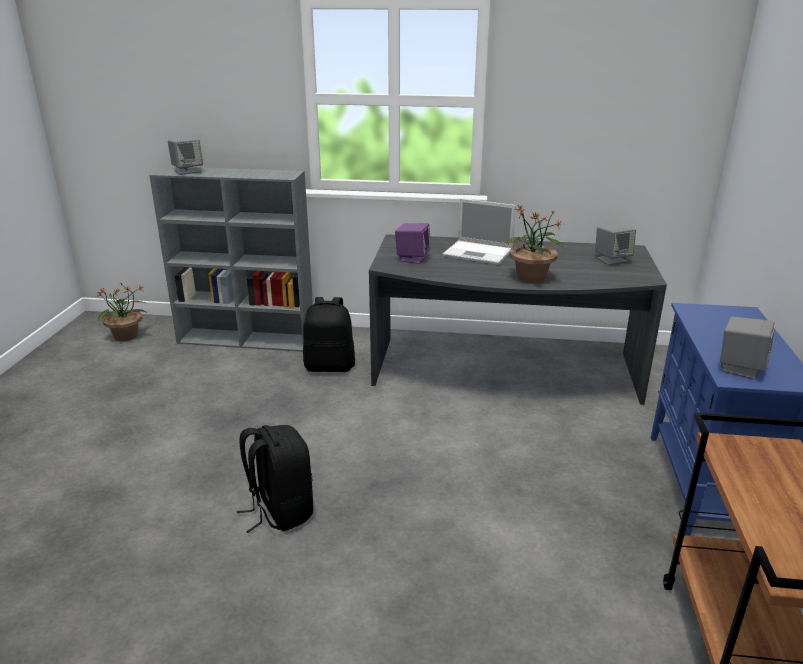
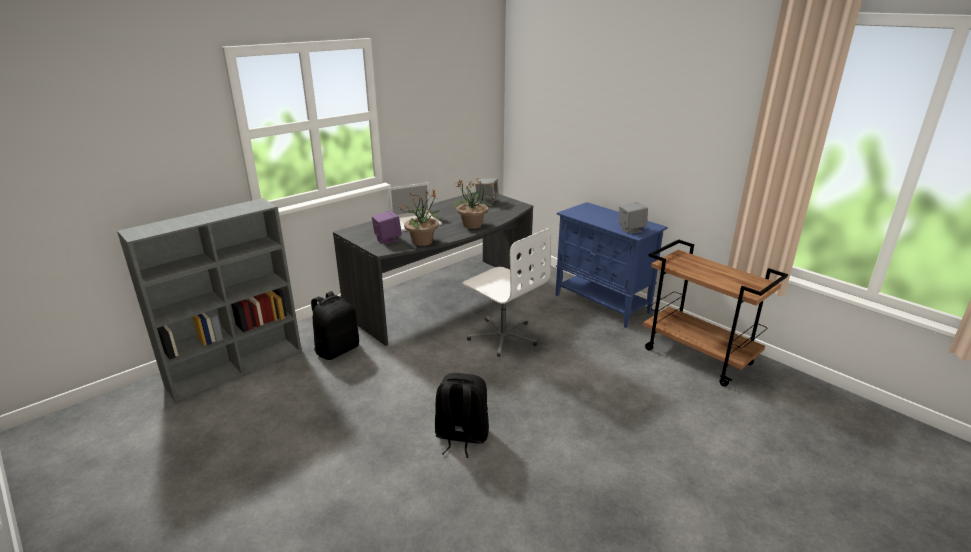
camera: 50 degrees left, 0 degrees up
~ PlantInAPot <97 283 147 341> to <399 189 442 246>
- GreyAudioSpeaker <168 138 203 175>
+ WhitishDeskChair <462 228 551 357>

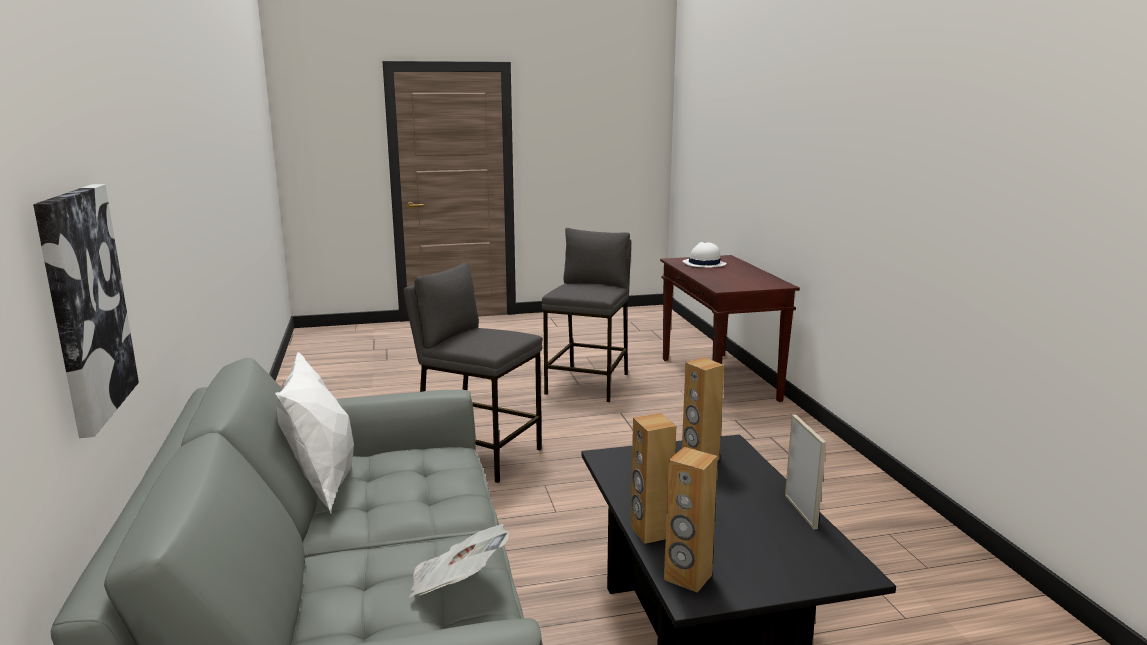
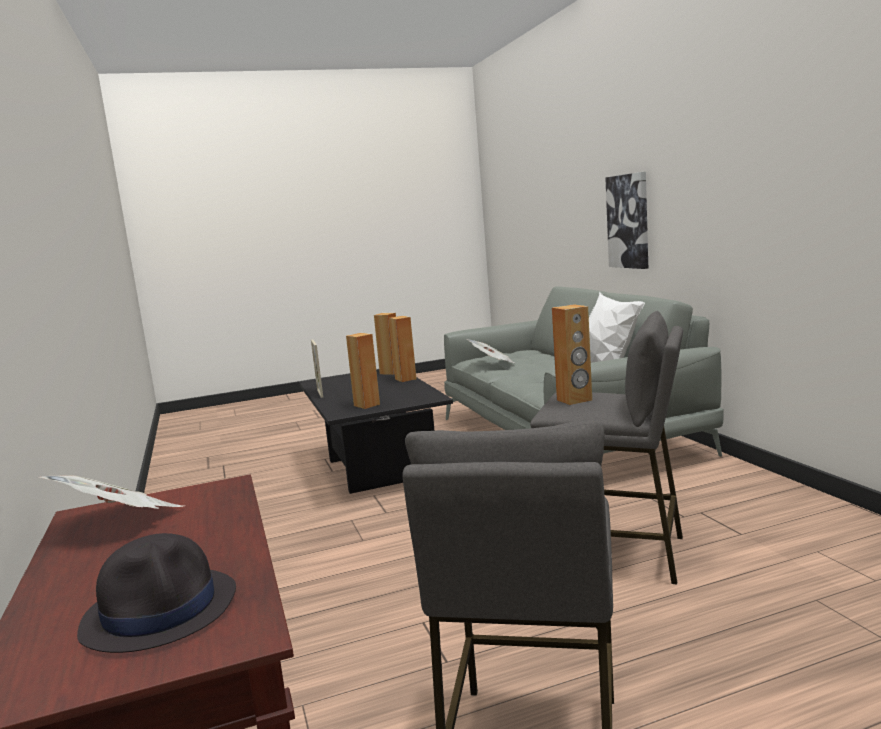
camera: 175 degrees right, 5 degrees down
~ WhitishWearableHat <683 242 727 267> to BlackColouredWearableHat <77 533 236 653>
+ Newspaper <39 475 185 509>
+ BrownColouredAudioSpeaker <552 304 592 405>

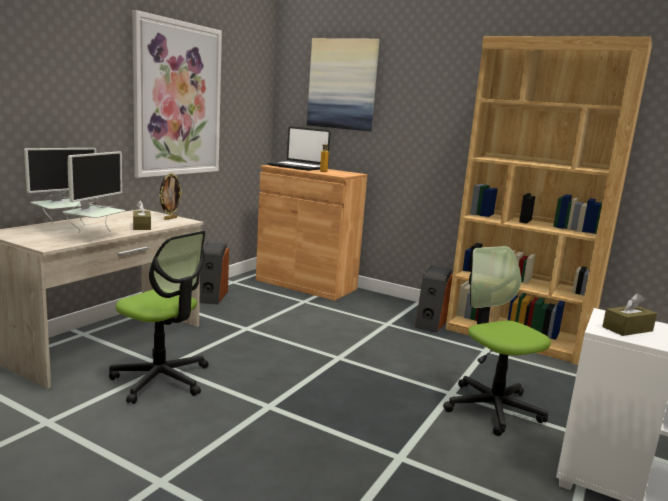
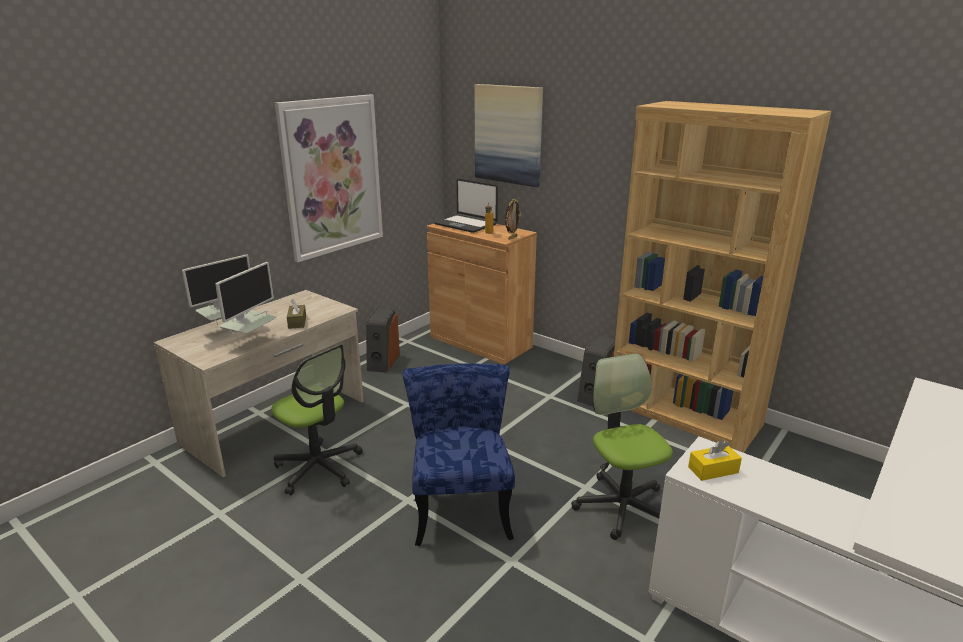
camera: 10 degrees right, 10 degrees up
~ StandingFrame <159 173 182 220> to <505 199 521 240>
~ BrownColouredTissueHolder <602 293 657 336> to YellowColouredTissueHolder <688 440 742 481>
+ BluePlainChair <403 363 515 546>

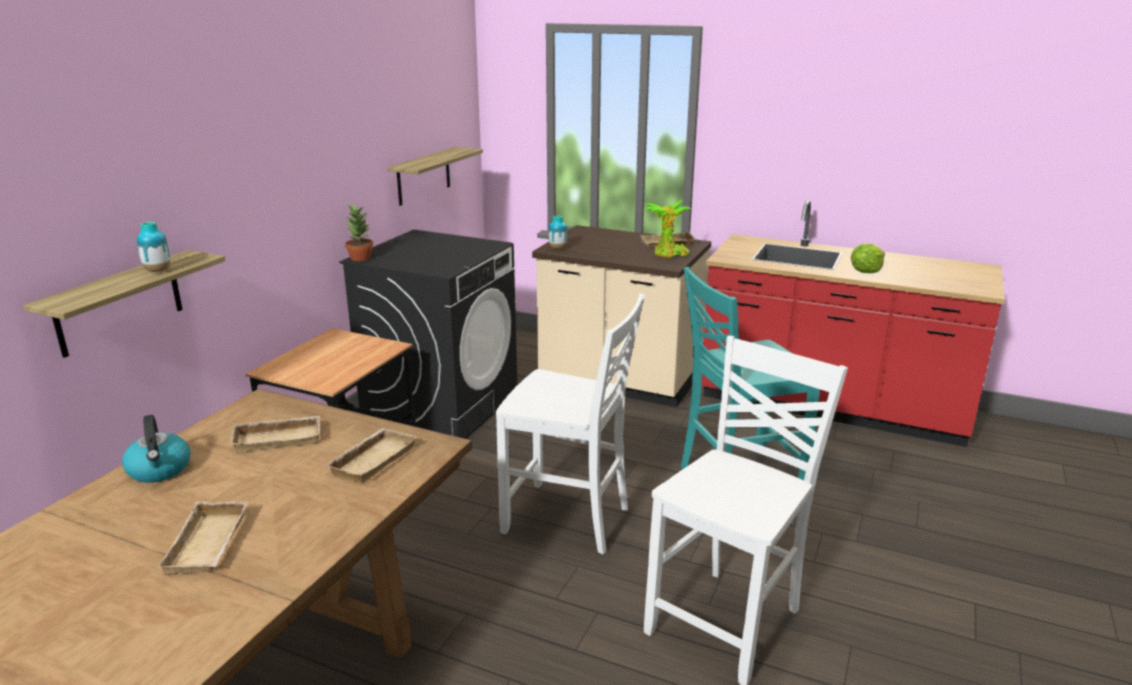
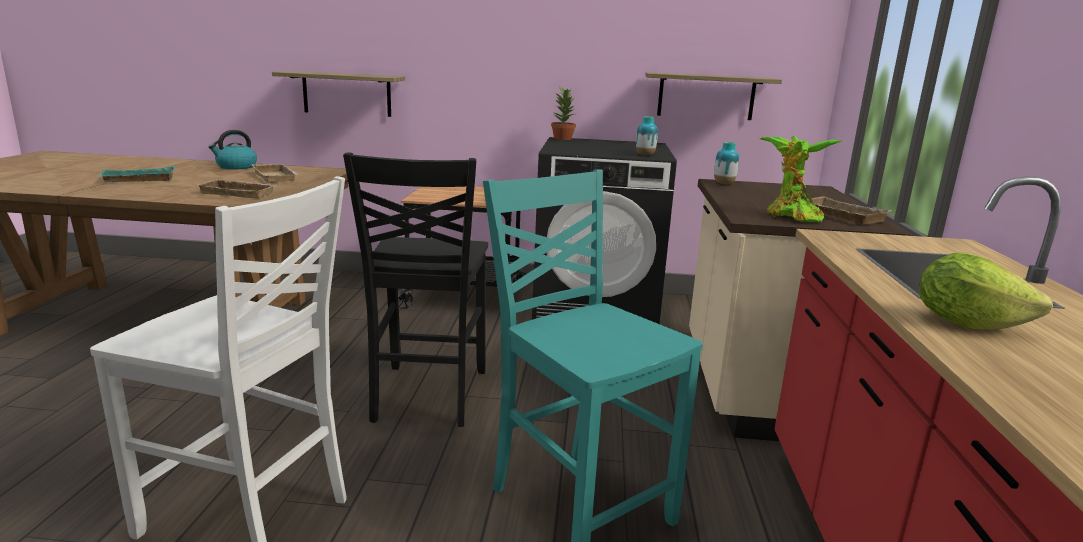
camera: 70 degrees right, 5 degrees down
~ Vase <137 222 170 272> to <636 117 658 155>
~ SandColouredServingTray <157 501 249 575> to TurquoiseServingTray <98 166 175 182>
~ WhitishPlainChair <496 293 645 554> to BlackColouredPlainChair <343 152 488 427>

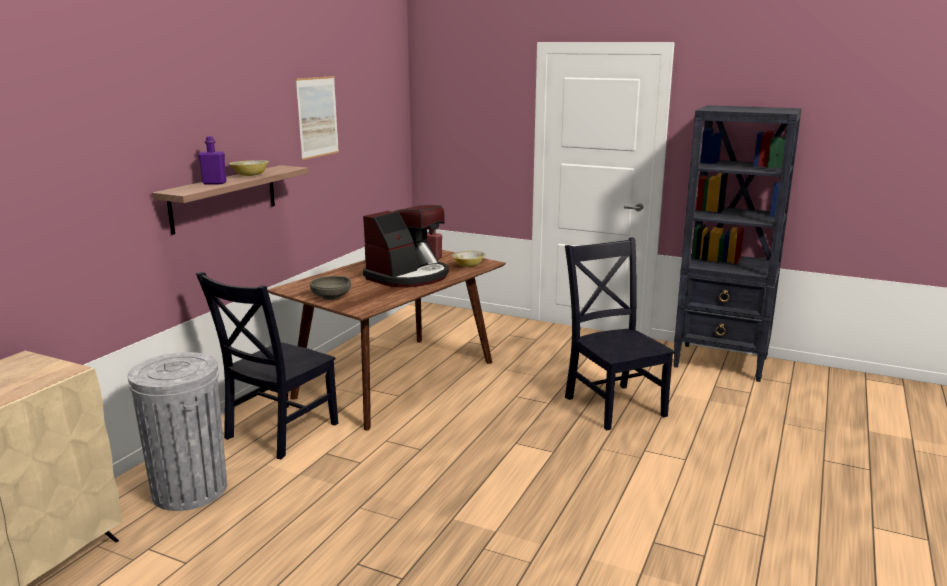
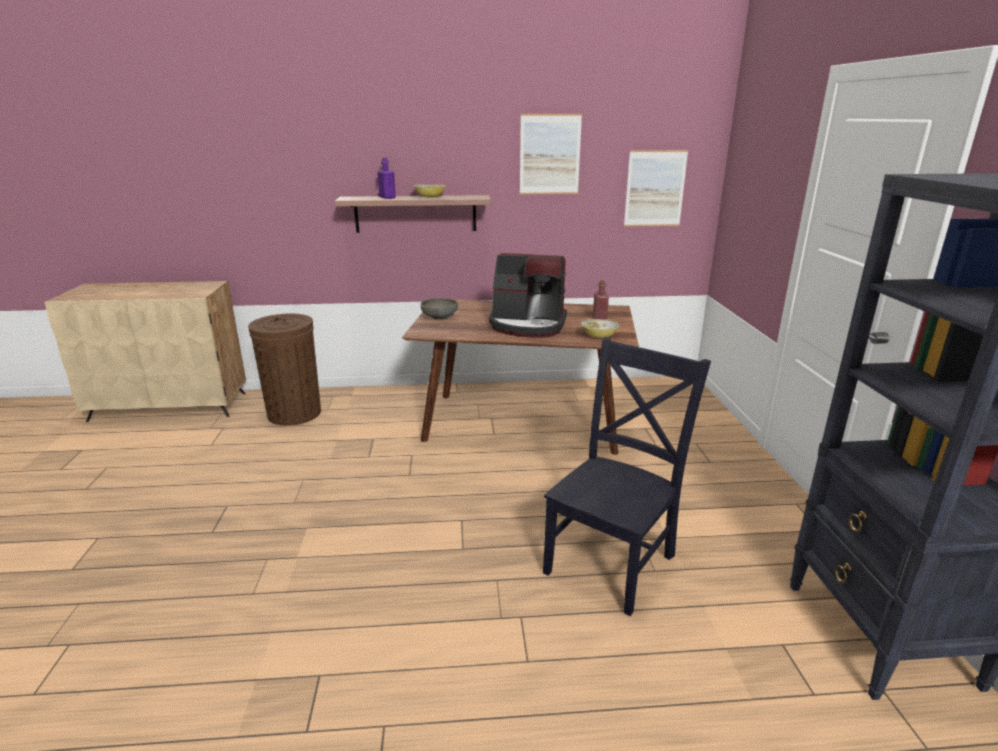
camera: 60 degrees right, 5 degrees up
~ GreyWasteBin <127 352 227 511> to BrownColouredWasteBin <248 314 321 426>
- BlackColouredPlainChair <196 272 338 459>
+ WallPicture <624 150 688 227>

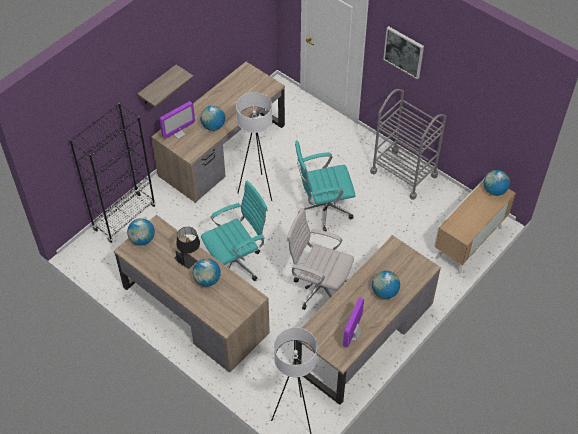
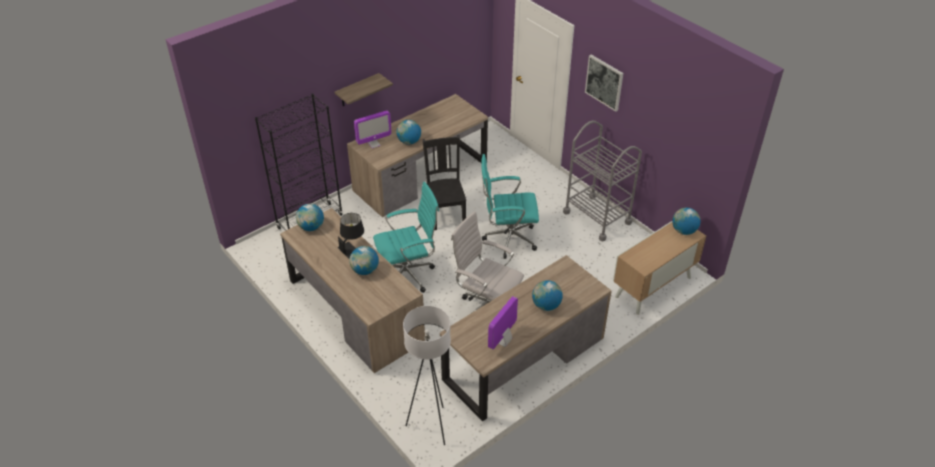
camera: 10 degrees right, 10 degrees down
~ WhitishFloorLamp <236 92 272 201> to BlackColouredPlainChair <422 135 466 230>

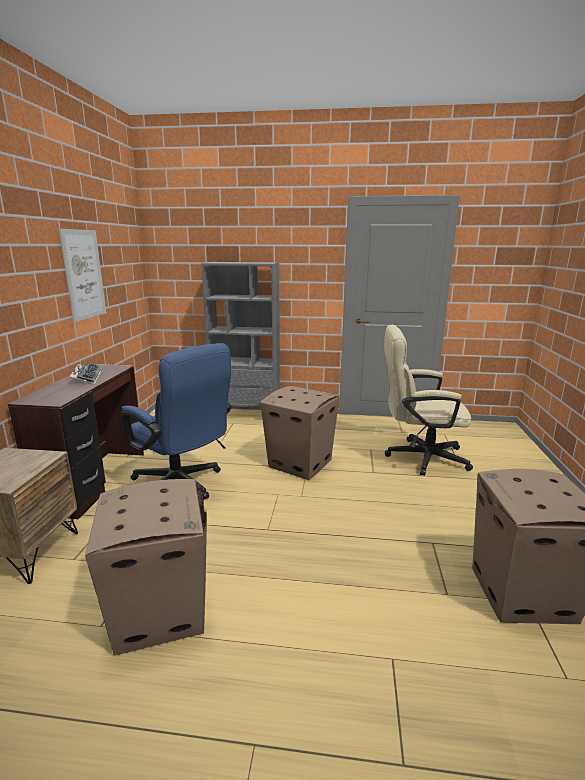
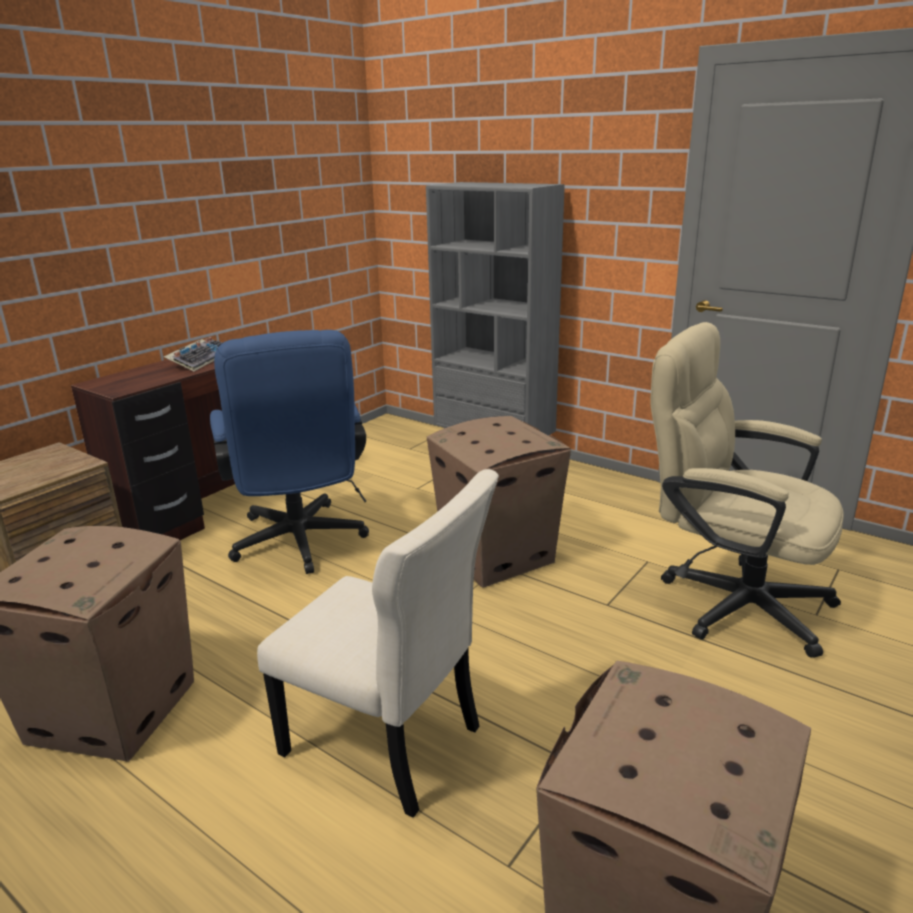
camera: 30 degrees right, 5 degrees up
- WallPicture <59 228 106 322>
+ SandColouredPlainChair <257 469 499 818>

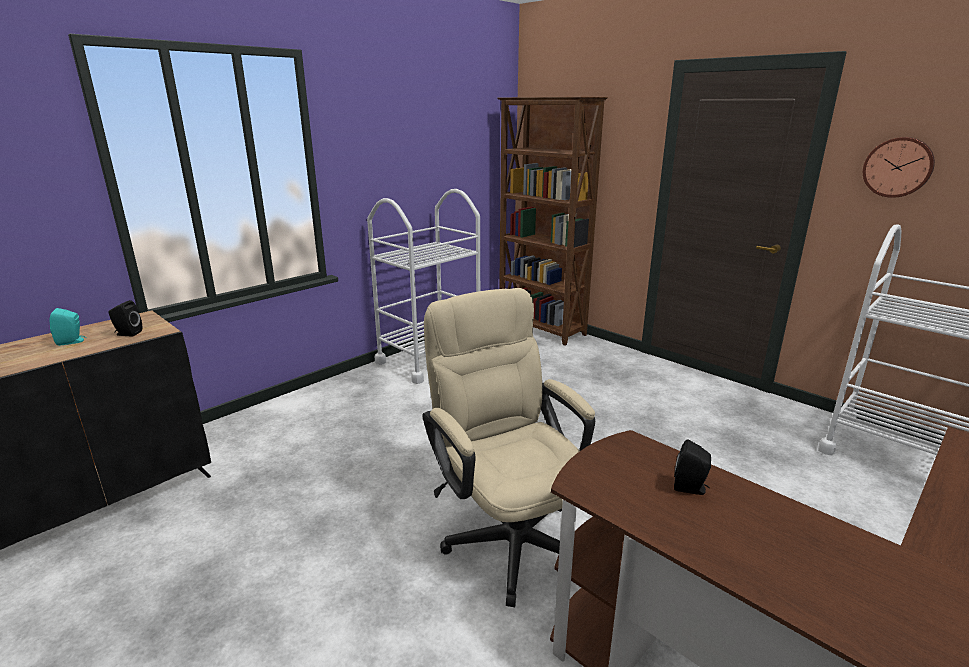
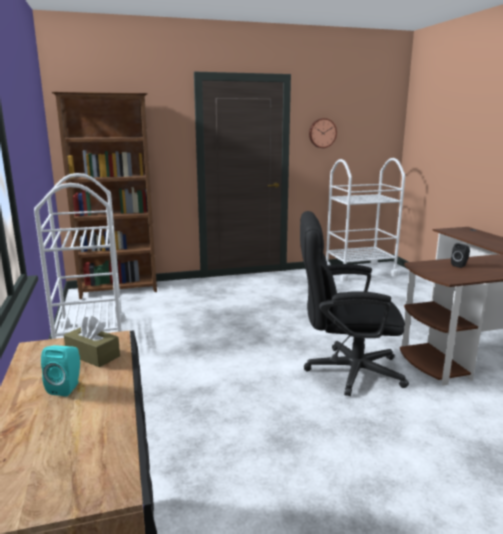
camera: 60 degrees left, 5 degrees down
~ BlackColouredAudioSpeaker <109 300 142 336> to BrownColouredTissueHolder <64 315 120 367>
~ SandColouredDeskChair <422 288 595 607> to BlackColouredDeskChair <300 211 409 396>

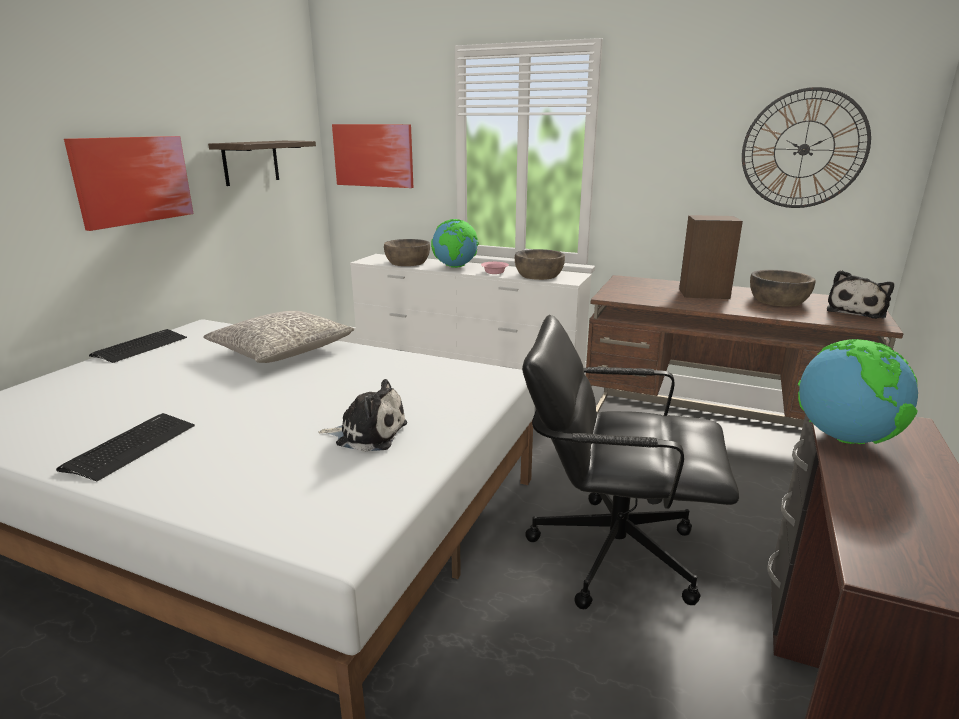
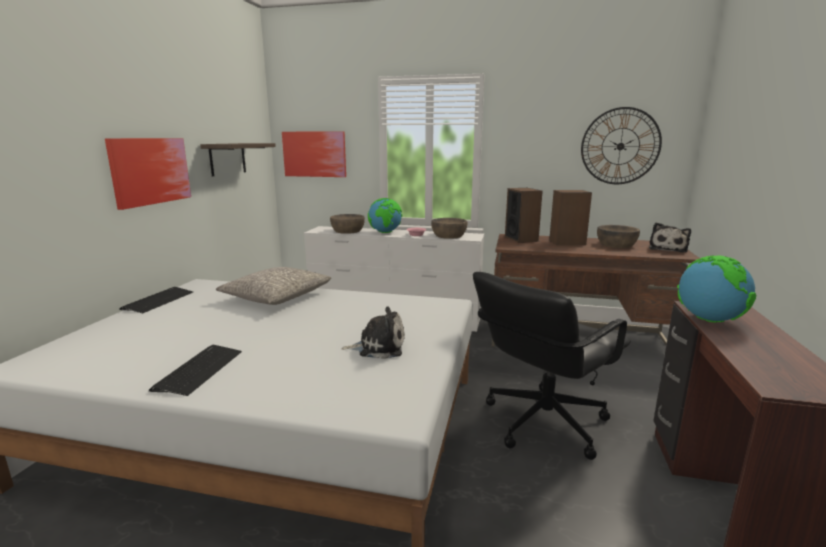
camera: 10 degrees left, 5 degrees down
~ BlackColouredDeskChair <522 315 739 609> = <473 272 631 460> 45 degrees counterclockwise
+ AudioSpeaker <505 188 543 243>

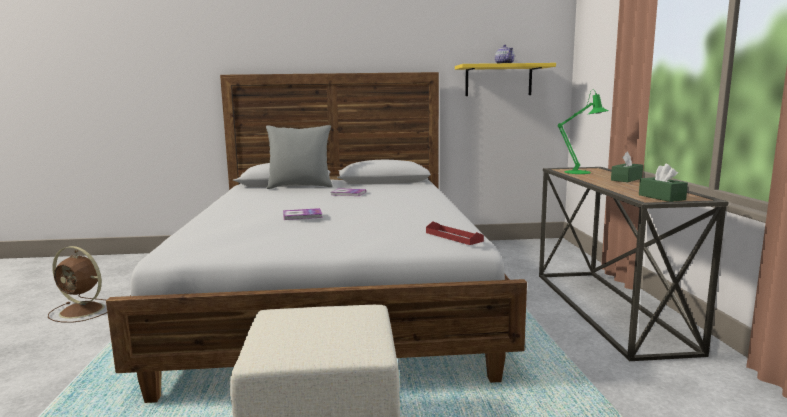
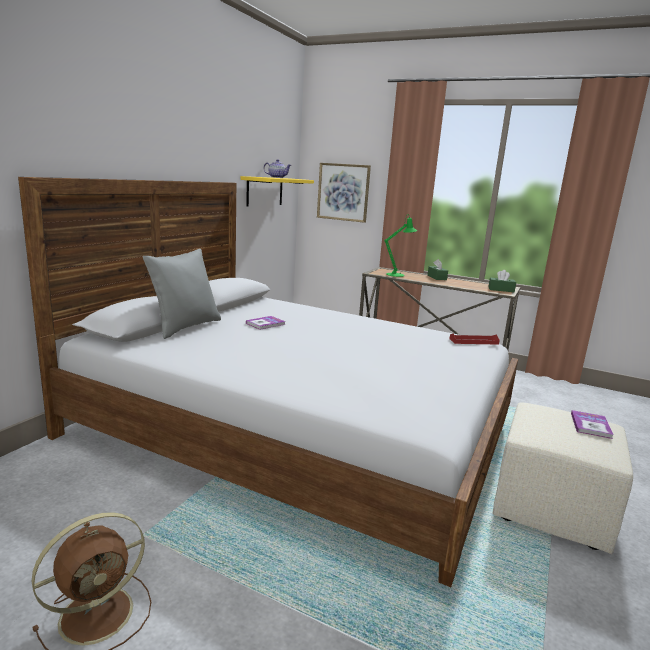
camera: 60 degrees left, 5 degrees up
~ Volume <283 208 323 220> to <571 410 614 439>
+ WallPicture <317 163 371 223>

